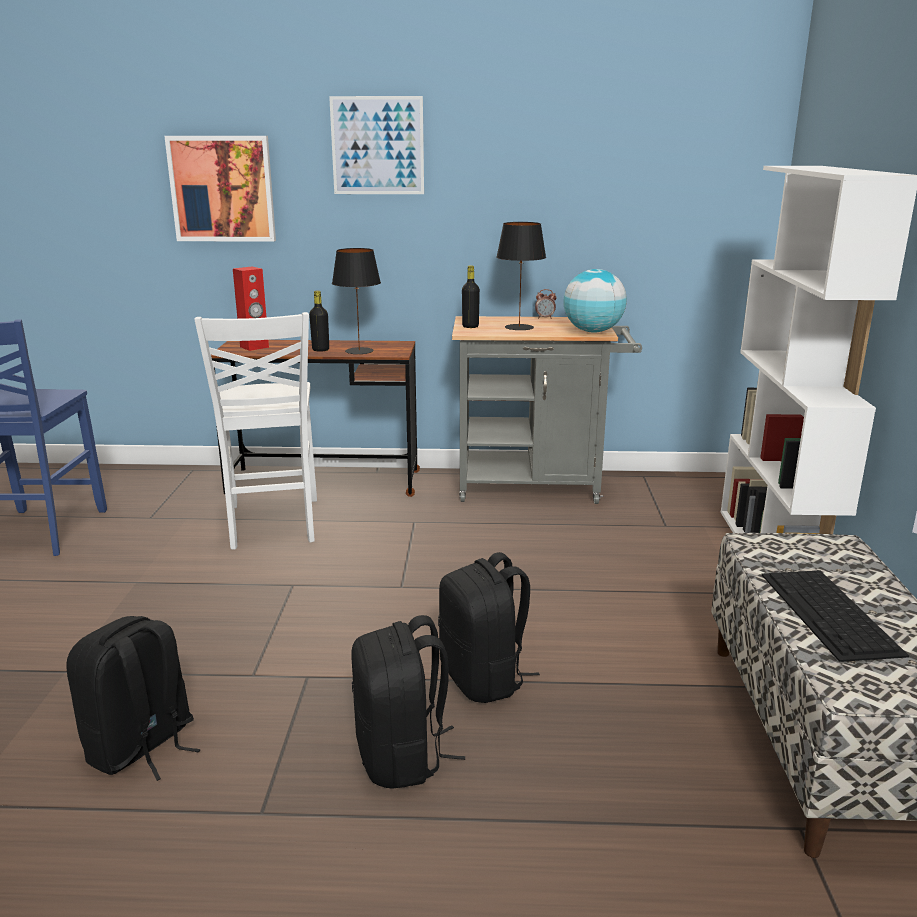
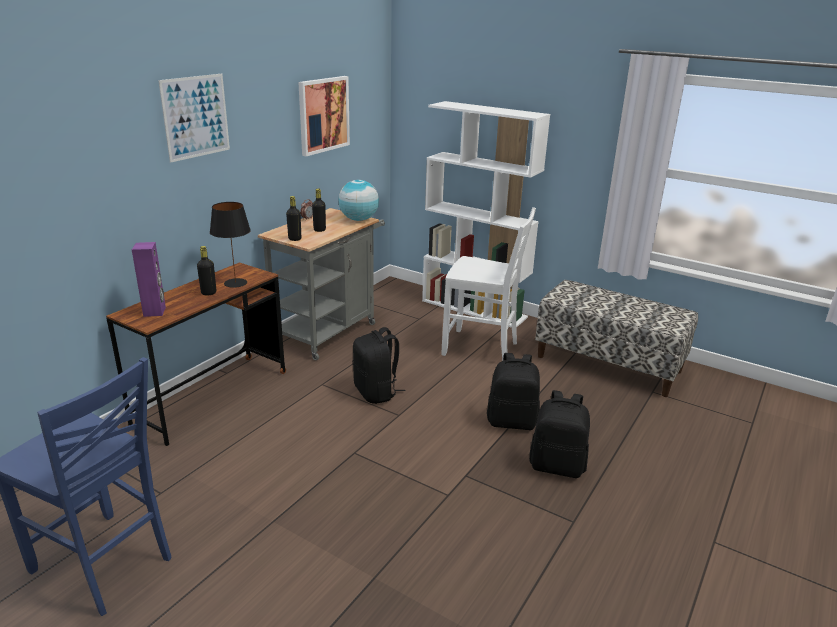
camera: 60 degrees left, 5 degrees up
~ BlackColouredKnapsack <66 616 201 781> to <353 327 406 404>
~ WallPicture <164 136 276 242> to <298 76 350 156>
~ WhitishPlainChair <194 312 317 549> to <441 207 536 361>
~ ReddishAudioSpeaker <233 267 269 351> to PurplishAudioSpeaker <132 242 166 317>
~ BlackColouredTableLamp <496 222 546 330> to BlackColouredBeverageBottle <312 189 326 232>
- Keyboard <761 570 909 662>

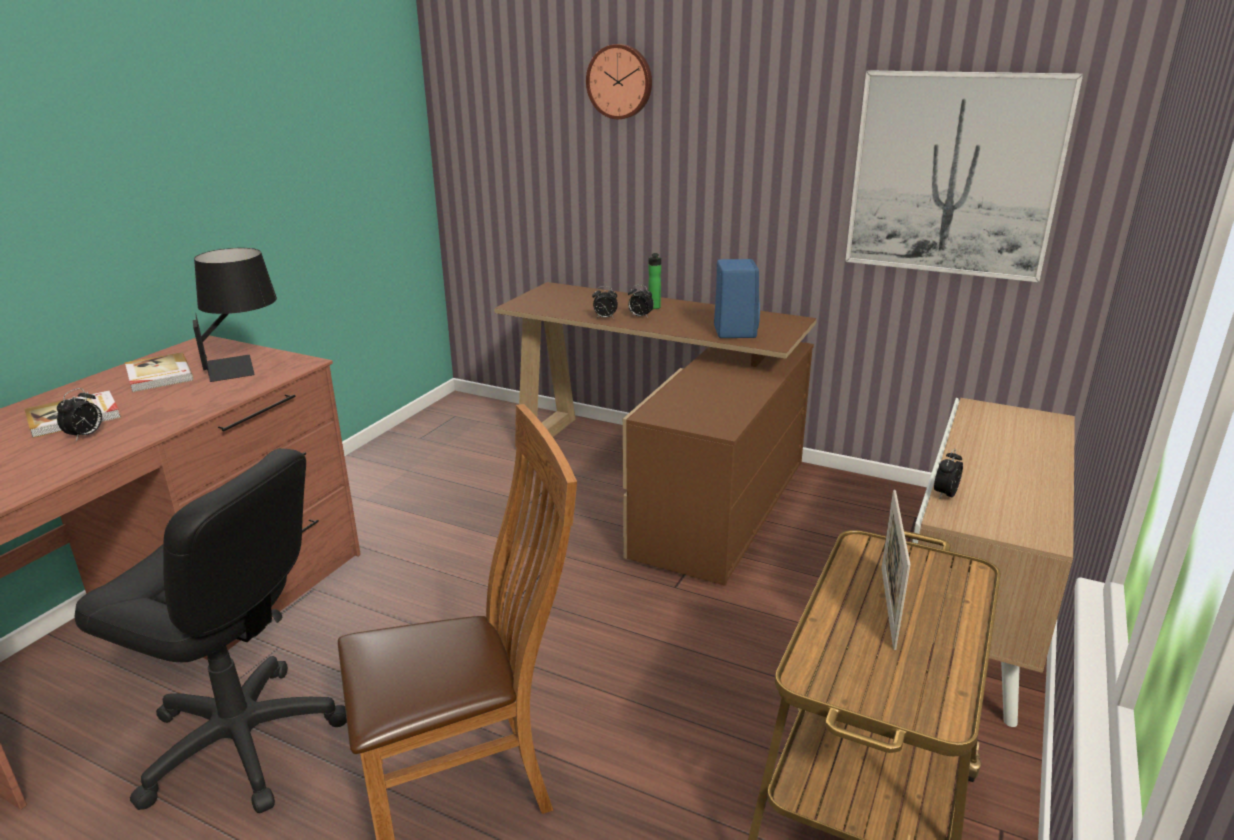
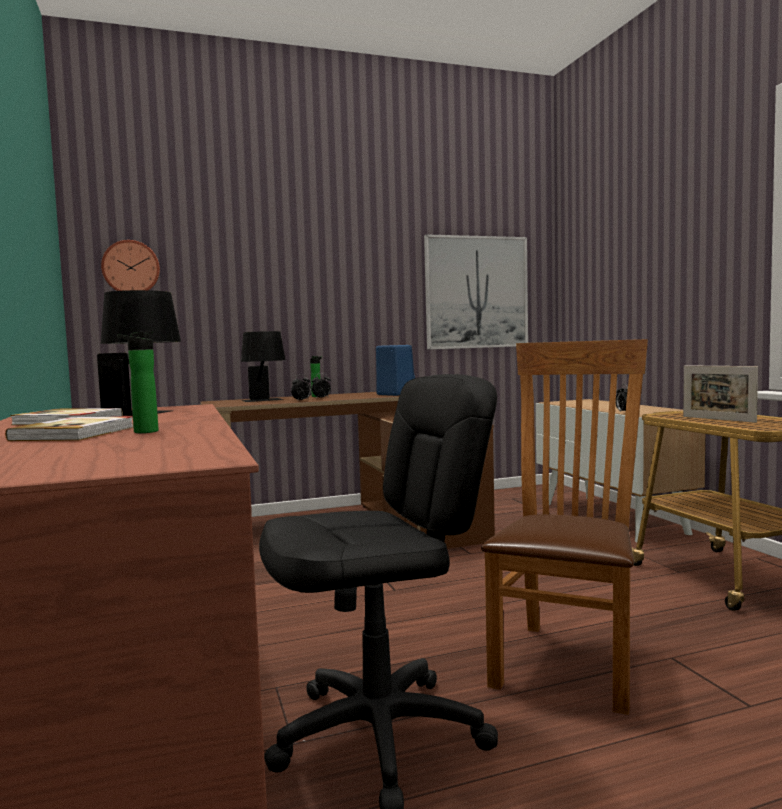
camera: 45 degrees left, 20 degrees down
~ AlarmClock <57 388 102 441> to BeverageBottle <117 332 158 433>
~ HangingClock <586 44 652 119> to <101 240 160 291>
+ BlackColouredTableLamp <241 331 285 402>

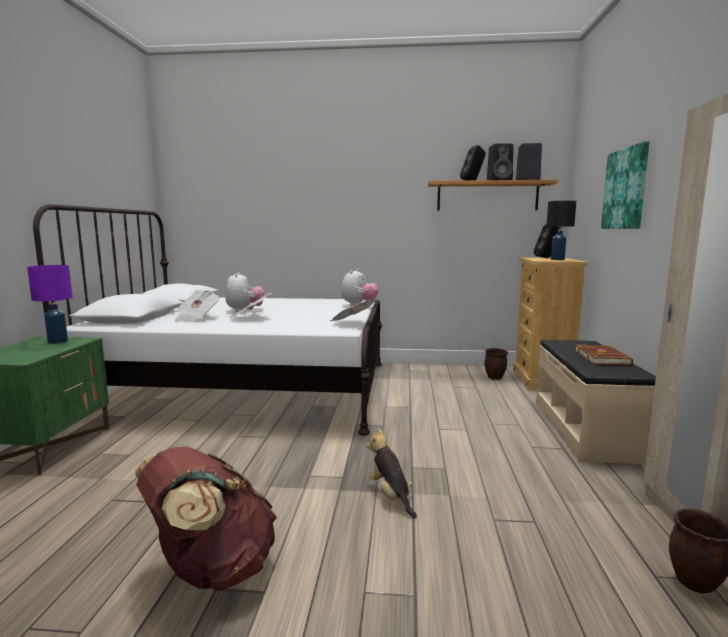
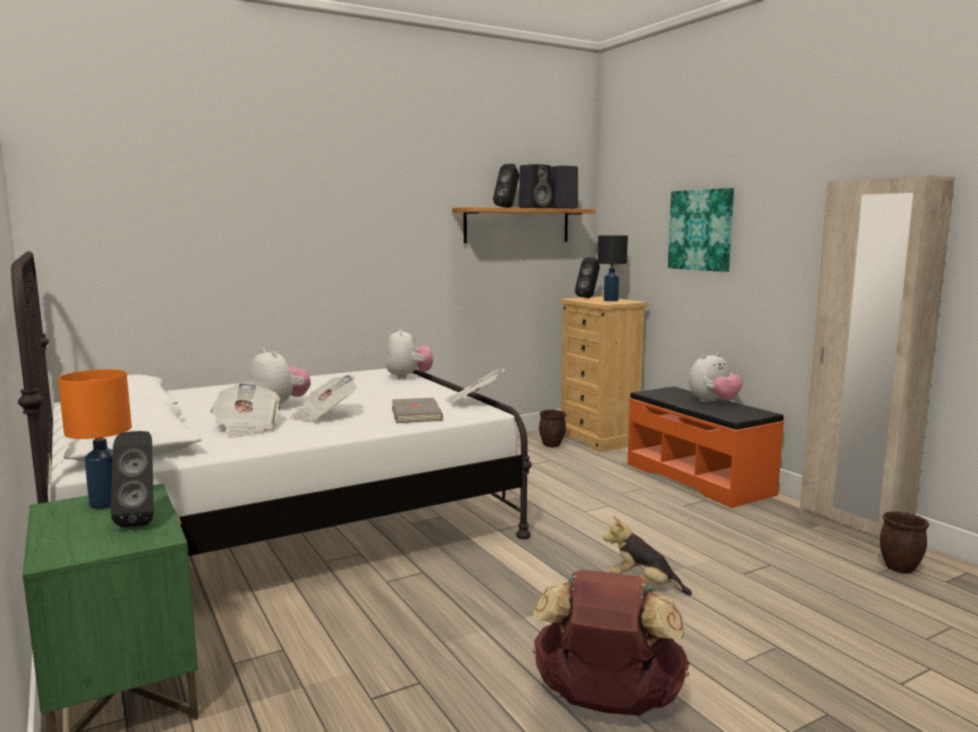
camera: 35 degrees left, 0 degrees up
~ PurplishTableLamp <27 265 73 344> to OrangeyTableLamp <58 369 132 509>
~ SandColouredBench <536 340 656 464> to OrangeyBench <628 386 784 508>
~ BrownColouredVolume <575 345 633 365> to SoftToy <689 353 743 403>
+ BlackColouredAudioSpeaker <111 431 154 527>
+ GreyVolume <392 398 443 423>

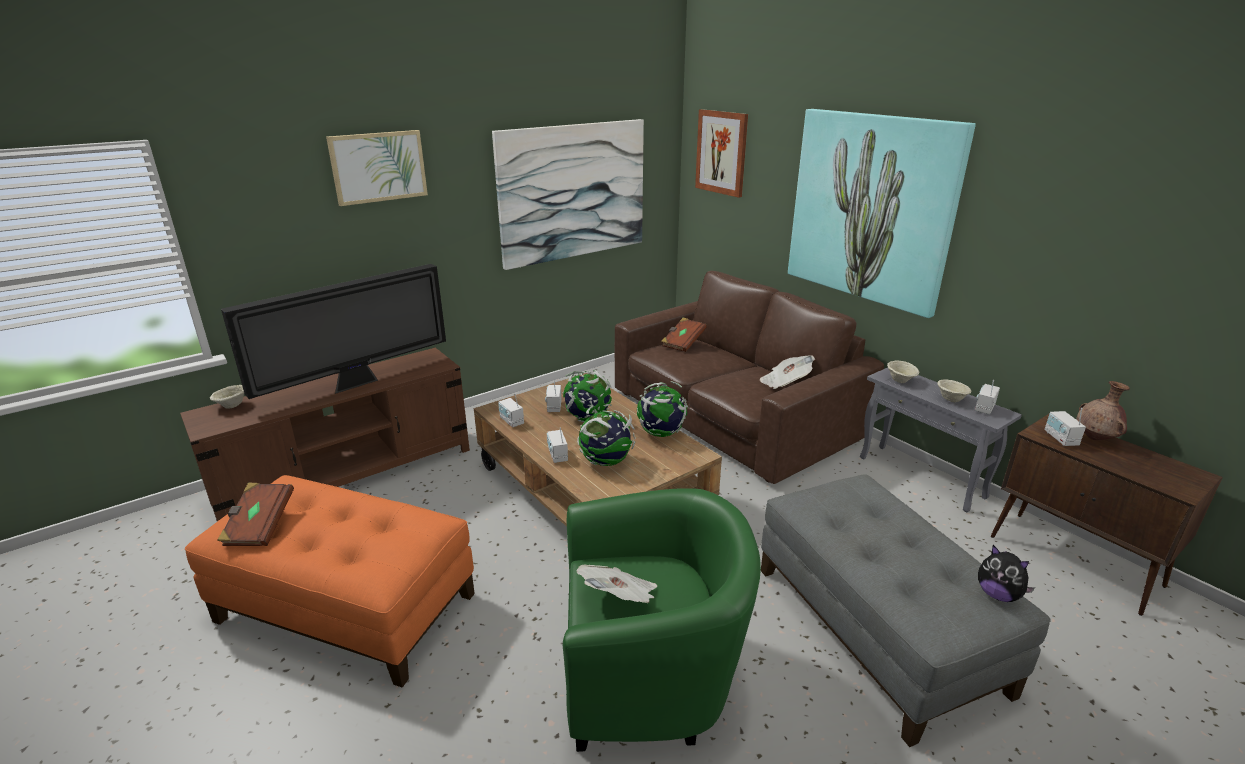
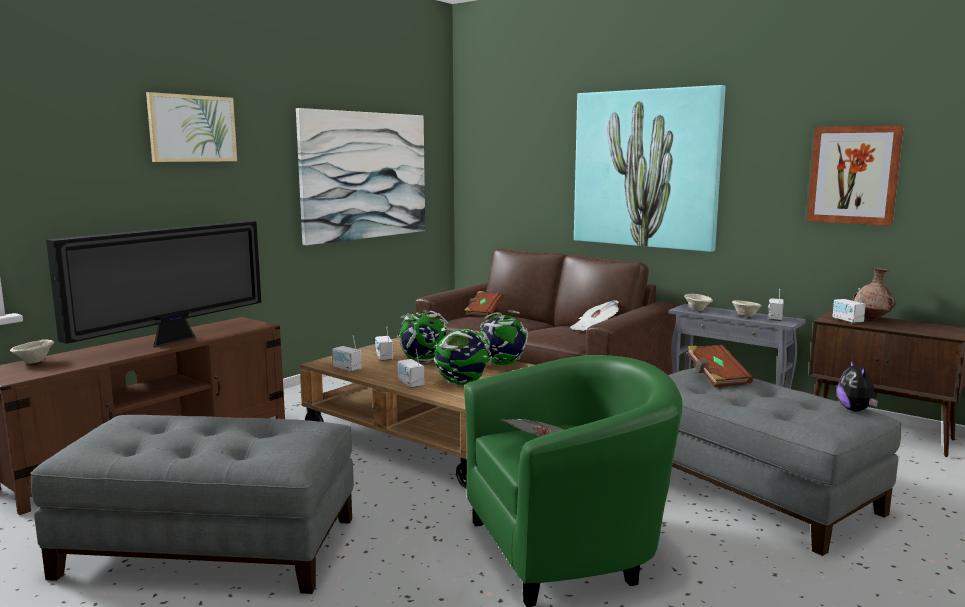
camera: 15 degrees left, 15 degrees down
~ OrangeyOttoman <185 475 475 688> to GreyOttoman <30 415 354 594>
~ BrownColouredVolume <217 482 294 546> to <687 345 753 387>
~ WallPicture <695 109 748 198> to <807 125 904 226>
~ SoftToy <978 545 1035 602> = <837 359 878 411> 60 degrees clockwise

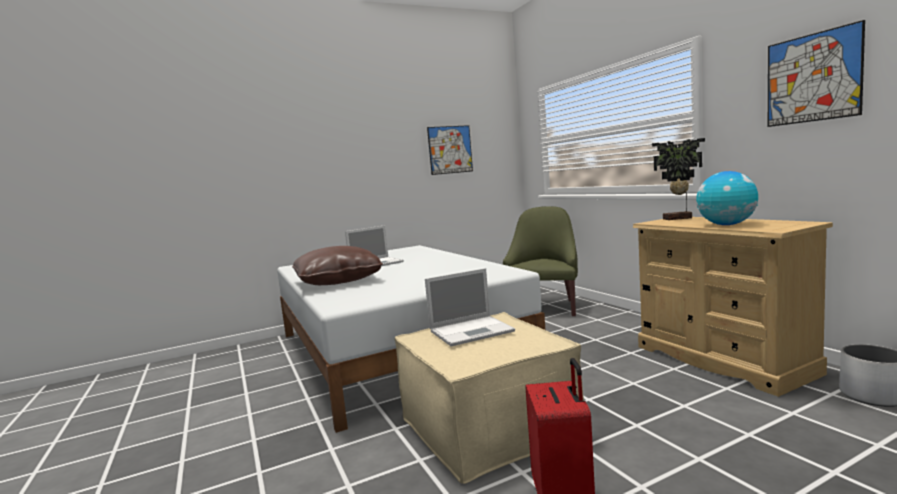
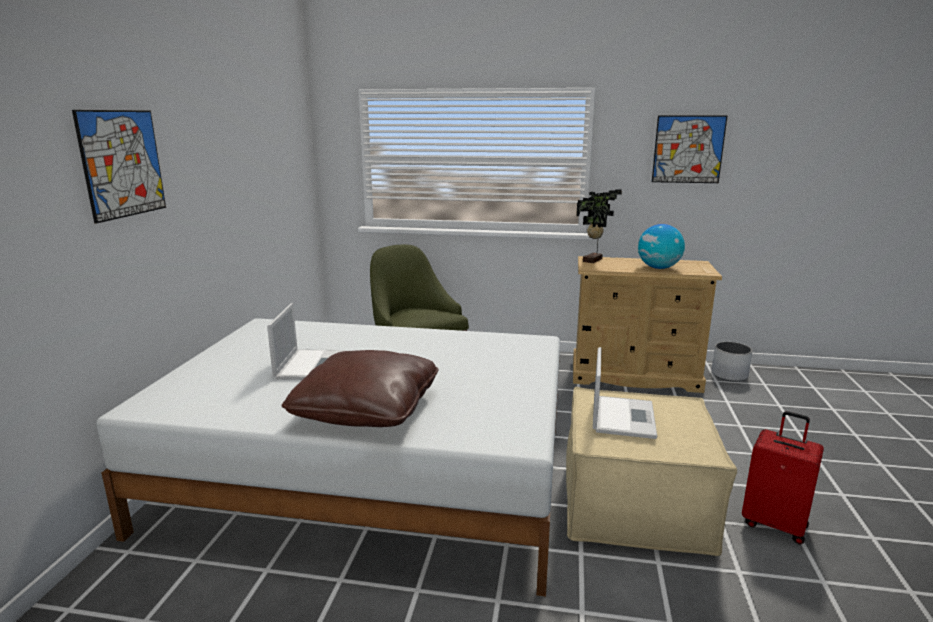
camera: 55 degrees left, 10 degrees up
~ WallPicture <427 125 473 175> to <72 110 166 223>

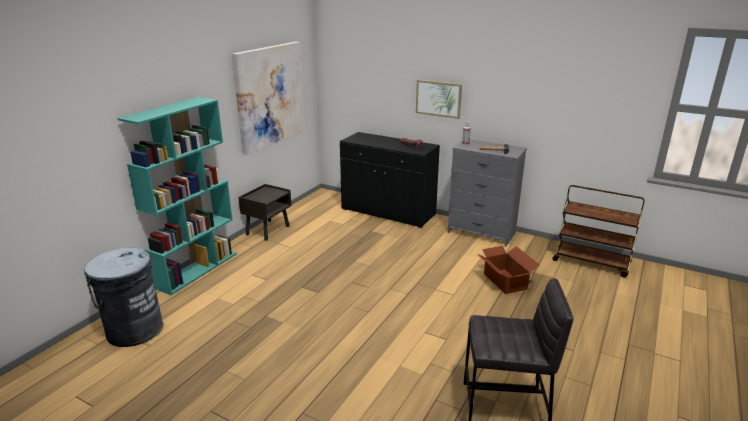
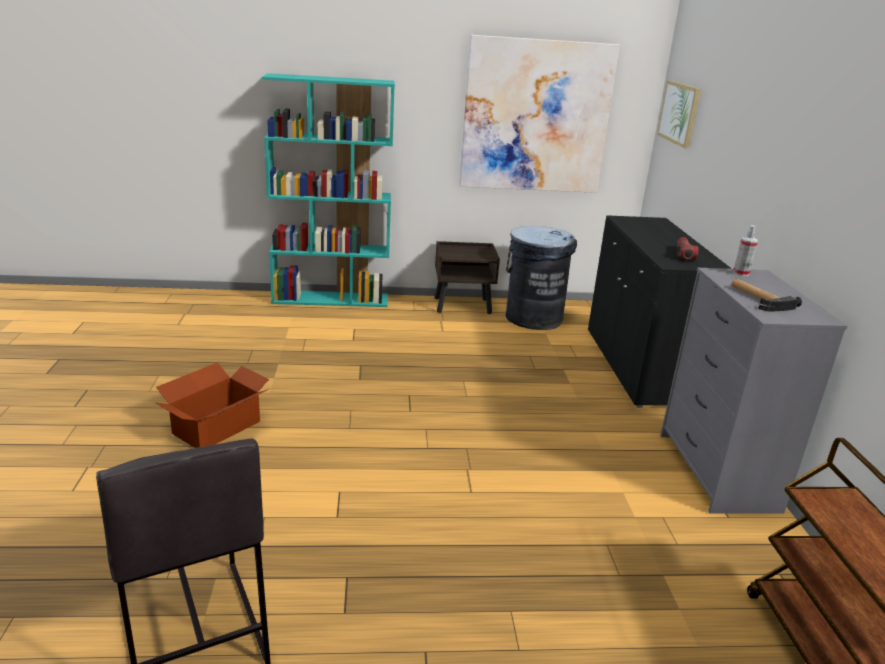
camera: 55 degrees right, 0 degrees up
~ GreyWasteBin <84 248 163 347> to <506 226 577 330>
~ WallPicture <416 80 462 119> to <657 80 701 149>
~ PackingBox <478 246 540 294> to <154 362 269 448>

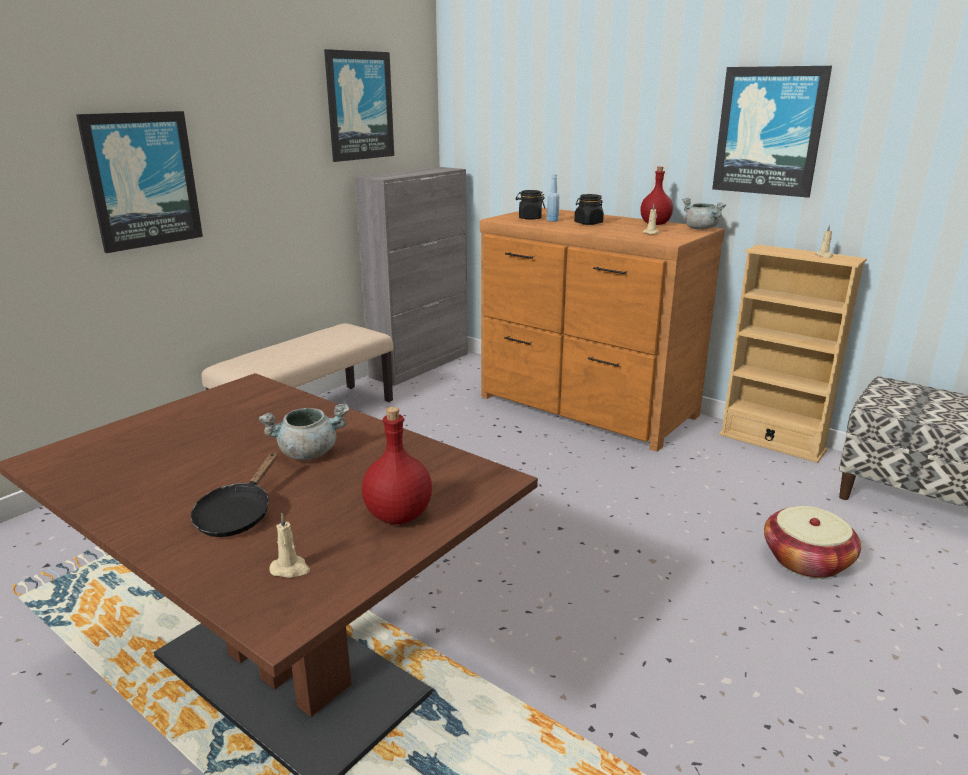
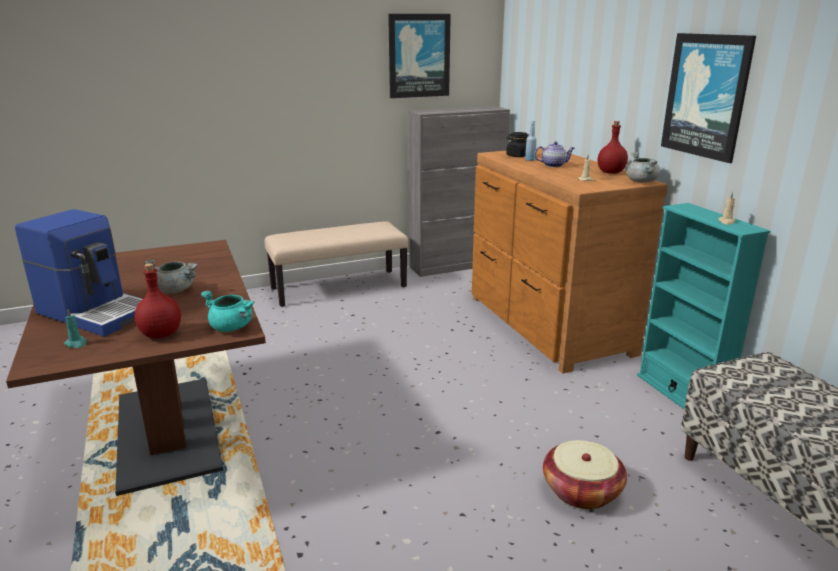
camera: 30 degrees right, 0 degrees up
- WallPicture <76 111 203 253>
~ BlackColouredSkillet <191 452 278 537> to CoffeeMaker <15 209 143 337>
~ SandColouredWaxCandle <269 513 310 578> to TurquoiseWaxCandle <64 309 87 348>
~ BlackColouredStorageJar <574 194 604 225> to TeaPot <534 141 574 167>
~ SandColouredBookshelf <719 244 867 463> to TurquoiseBookshelf <637 203 770 409>
+ TurquoiseSaucepot <200 290 254 332>

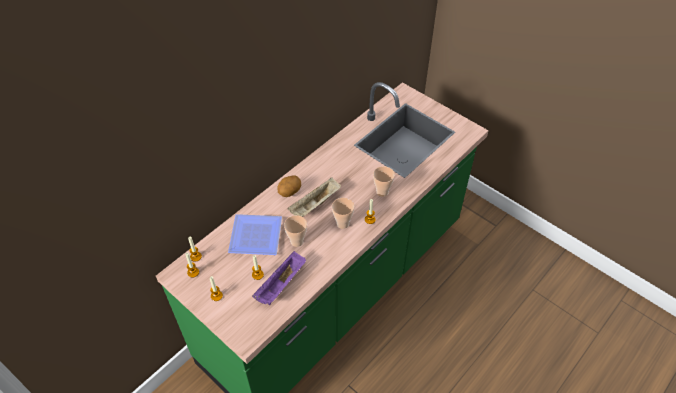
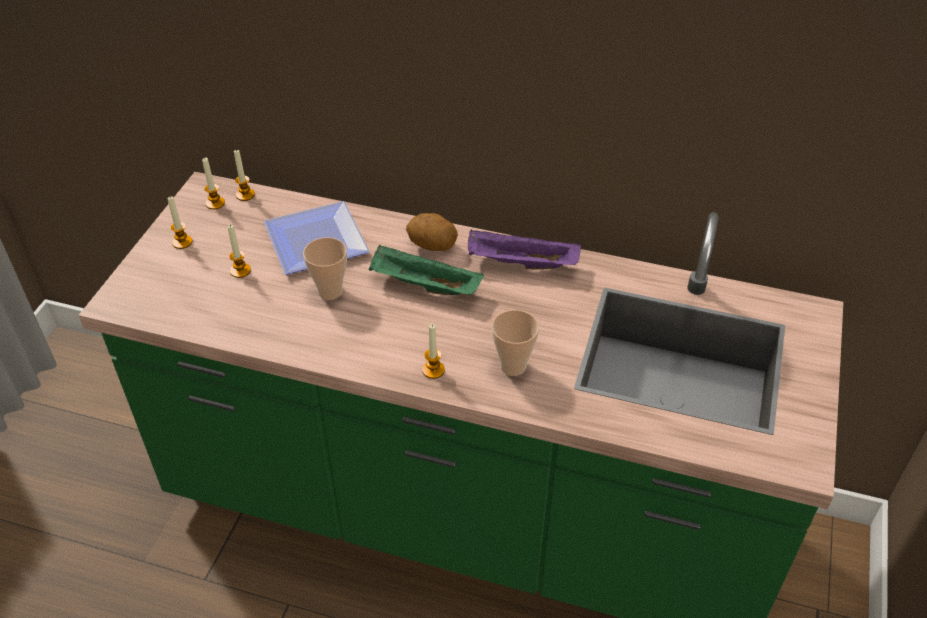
camera: 65 degrees right, 5 degrees down
~ PurplishServingTray <252 251 306 305> to <468 229 581 270>
~ SandColouredServingTray <288 178 341 217> to GreenishServingTray <369 245 484 295>
- Cup <332 198 354 229>

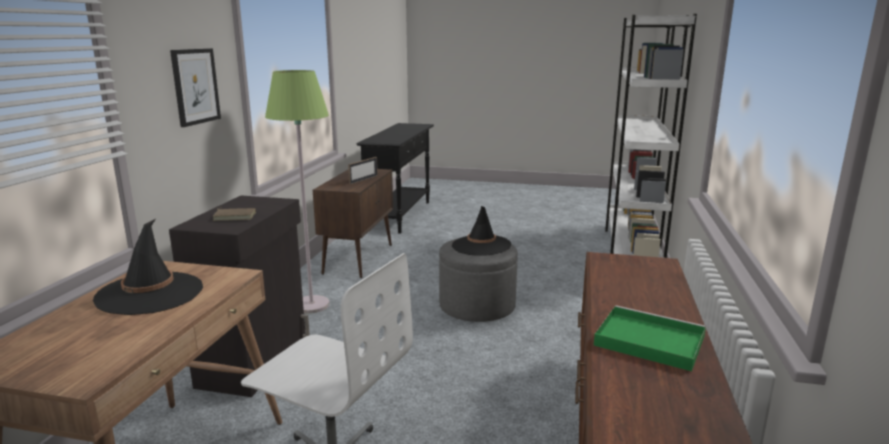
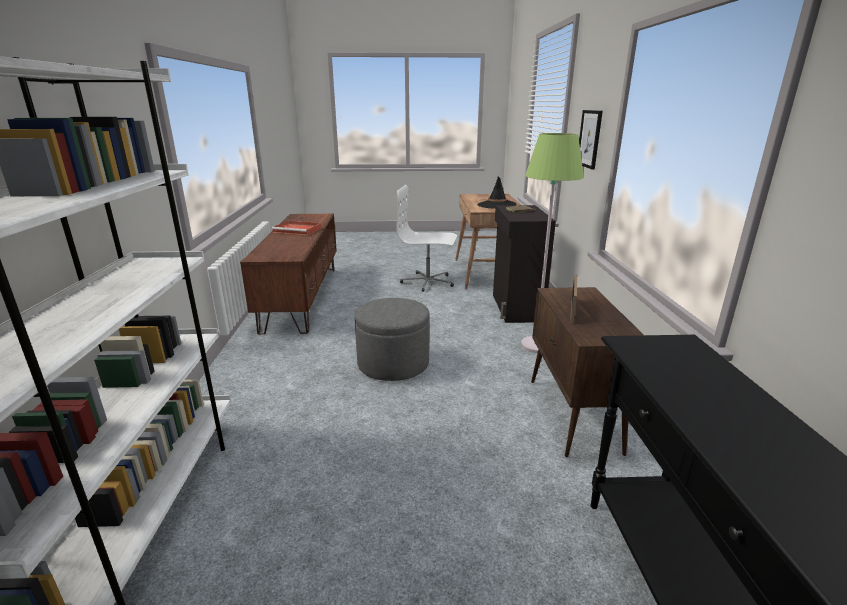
camera: 165 degrees right, 5 degrees up
- BlackColouredWearableHat <452 206 511 256>
~ GreenishServingTray <594 305 706 371> to ReddishServingTray <272 220 322 235>

